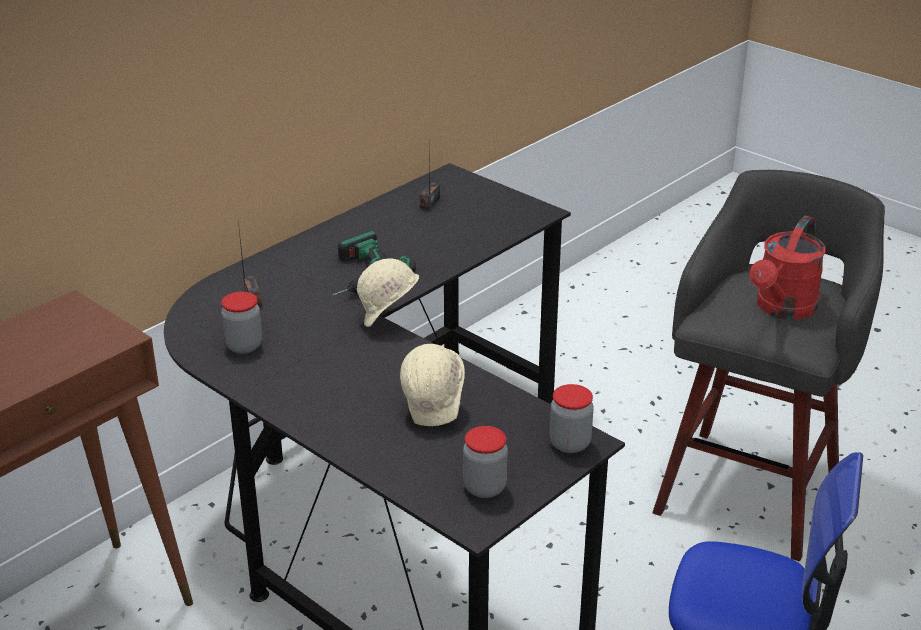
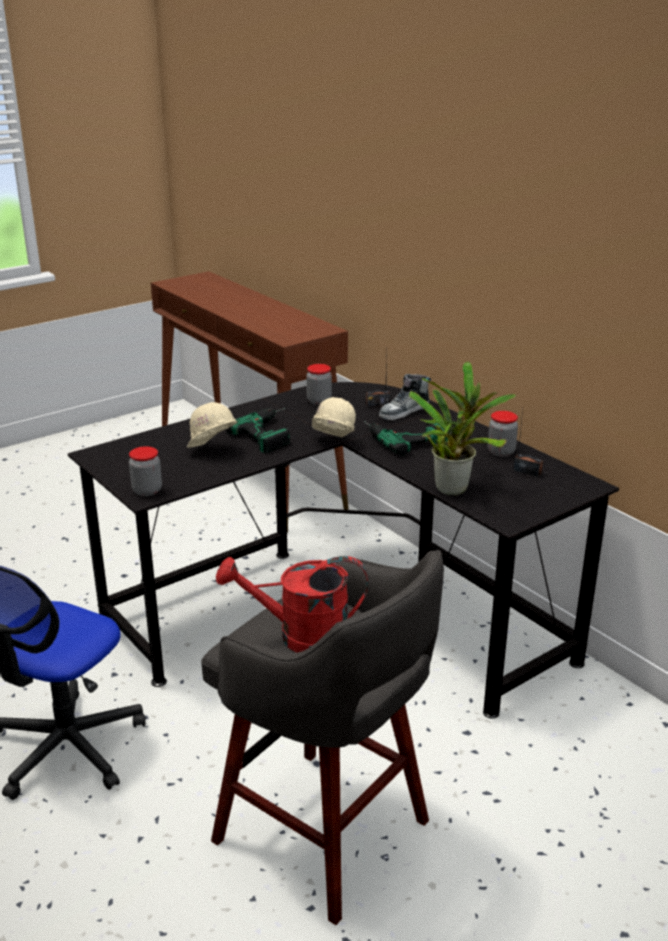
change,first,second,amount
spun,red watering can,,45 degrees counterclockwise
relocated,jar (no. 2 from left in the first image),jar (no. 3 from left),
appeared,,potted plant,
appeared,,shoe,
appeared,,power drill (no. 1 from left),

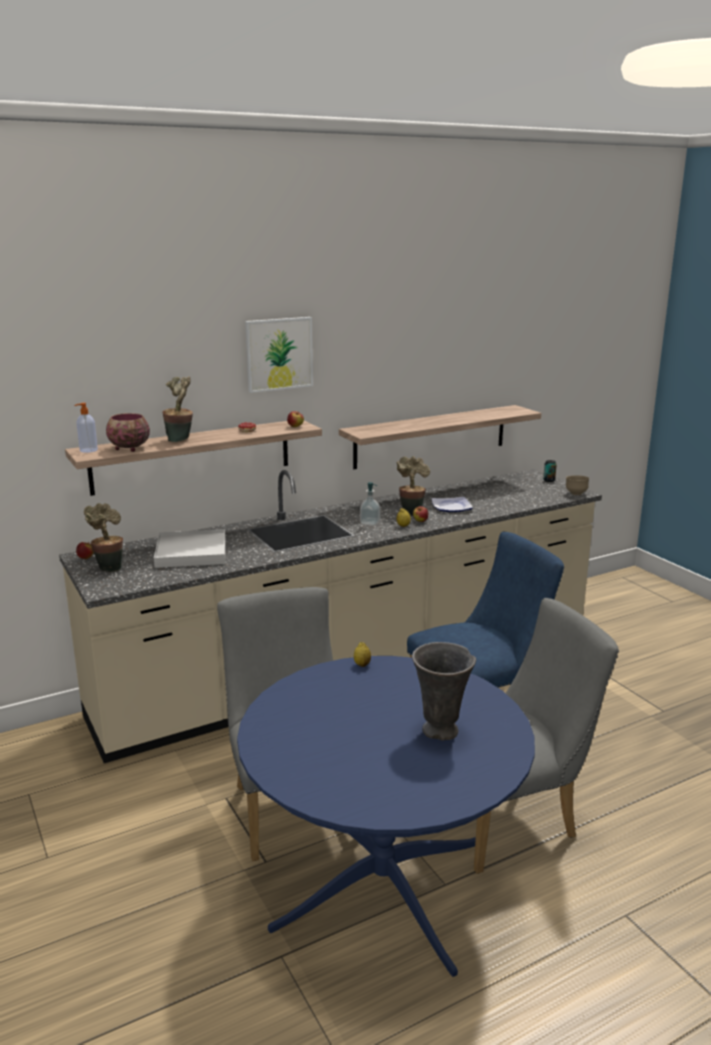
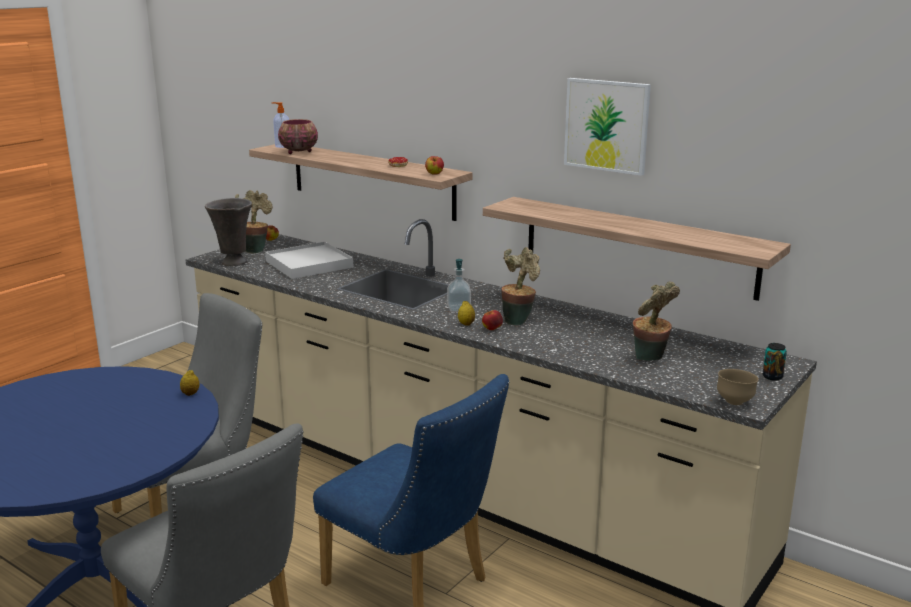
change,first,second,amount
relocated,picture,,
relocated,potted plant (no. 2 from left in the first image),potted plant (no. 3 from left),
missing,plate,,
relocated,grey vase,,

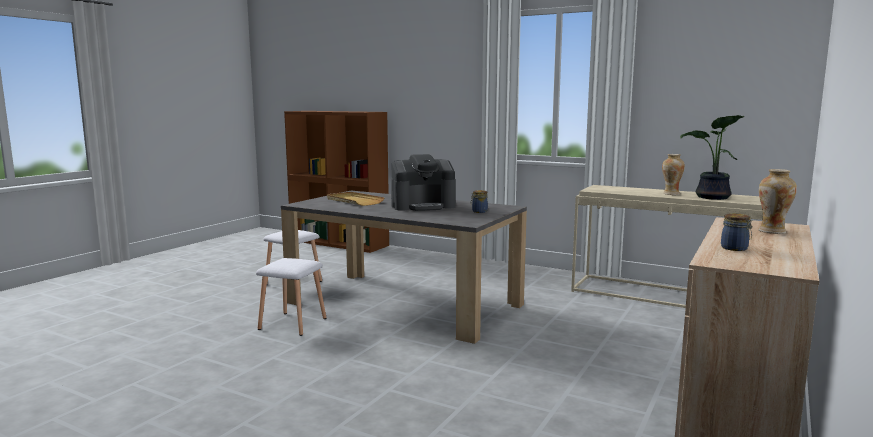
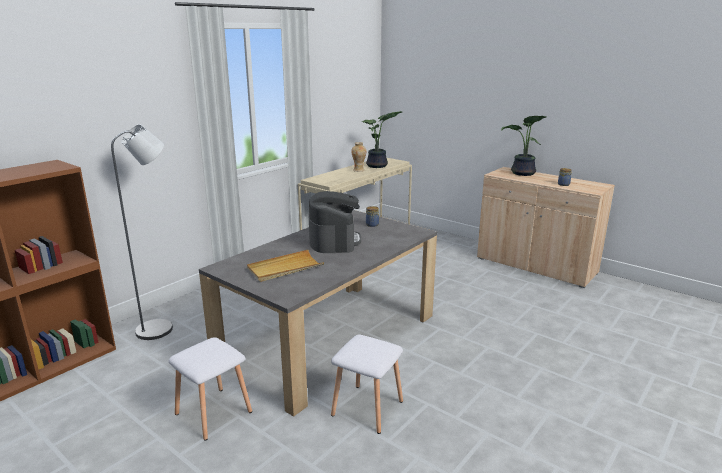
change,first,second,amount
exchanged,vase (no. 2 from left),potted plant (no. 2 from left),
appeared,,grey floor lamp,

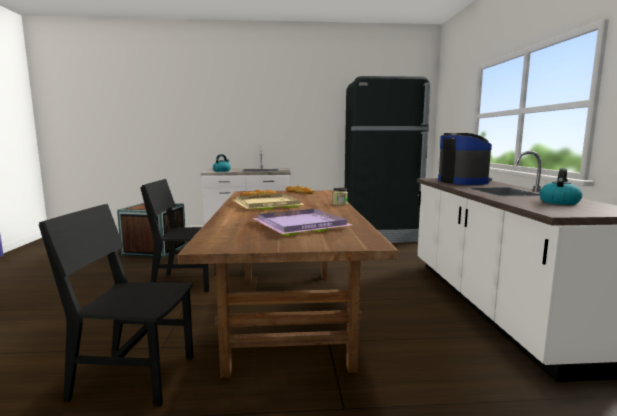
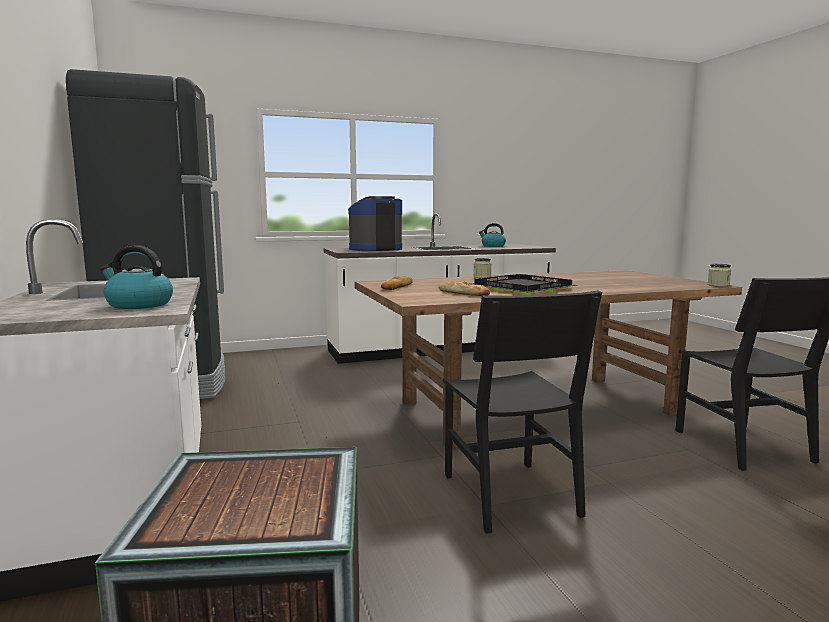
change,first,second,amount
colour,beige tray,black tray,
missing,purple tray,,
appeared,,jar (no. 2 from left),

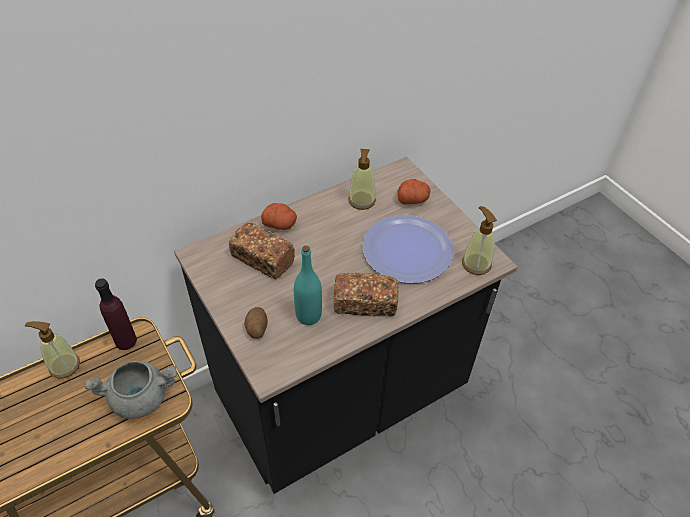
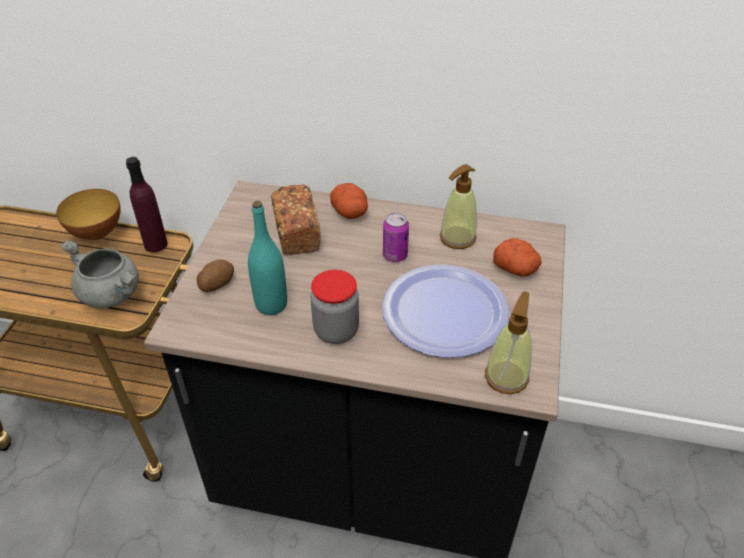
change,first,second,amount
exchanged,bread (no. 2 from left),jar,
exchanged,soap dispenser (no. 1 from left),bowl,
appeared,,can,

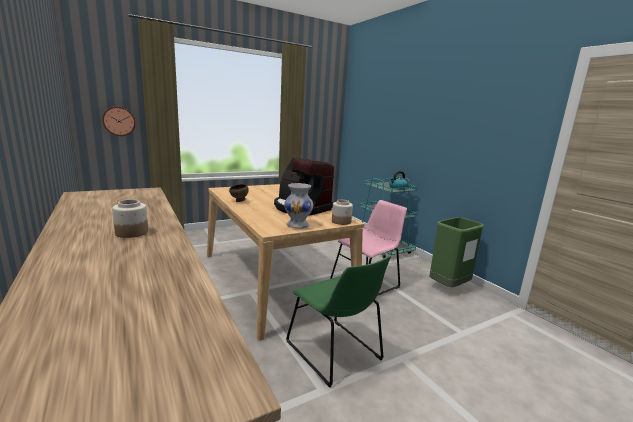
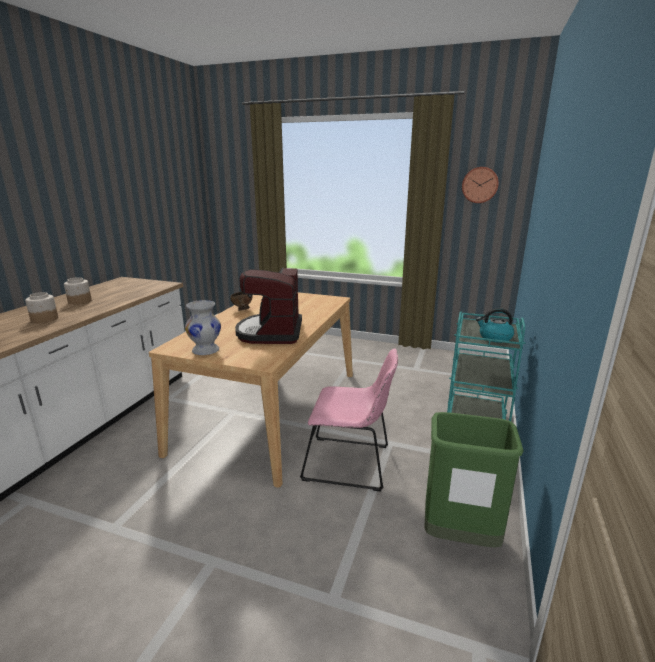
change,first,second,amount
relocated,wall clock,,
relocated,jar (no. 2 from left),,
missing,green chair,,

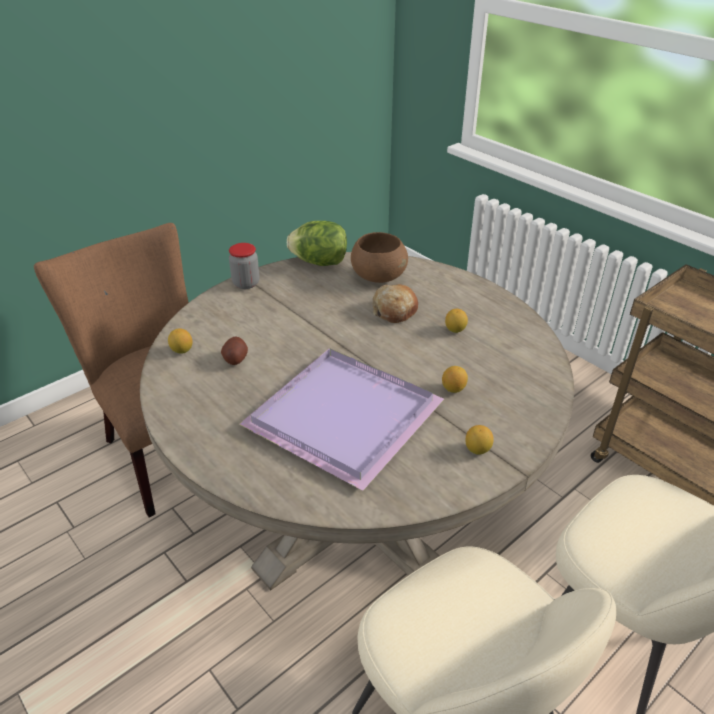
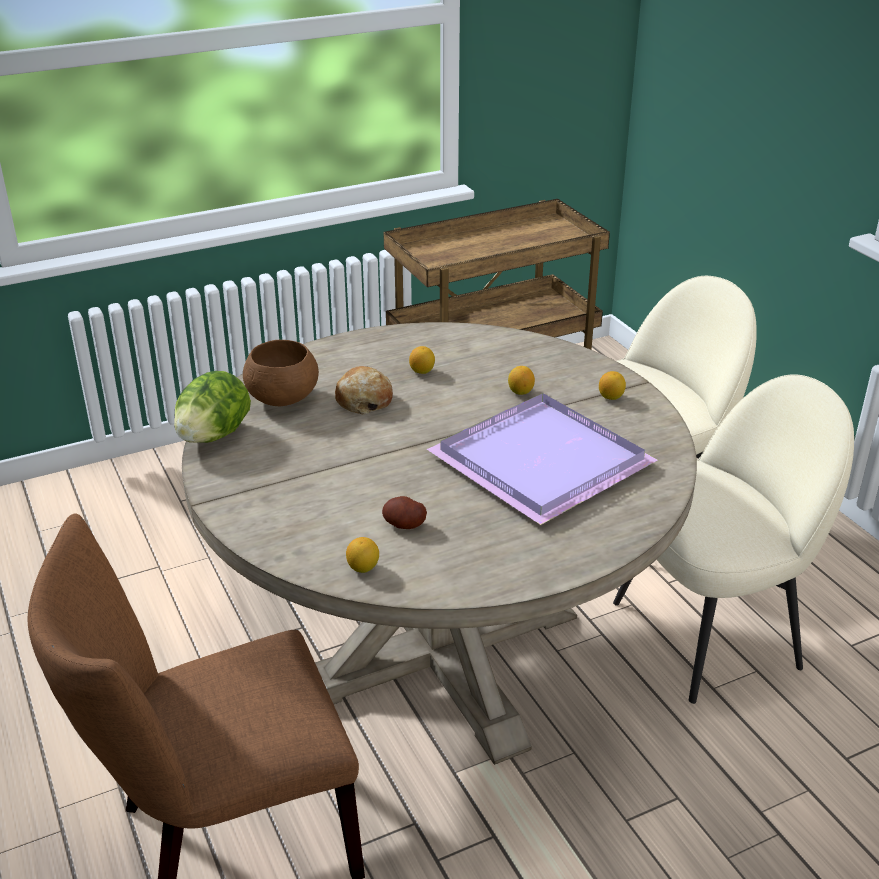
change,first,second,amount
missing,jar,,

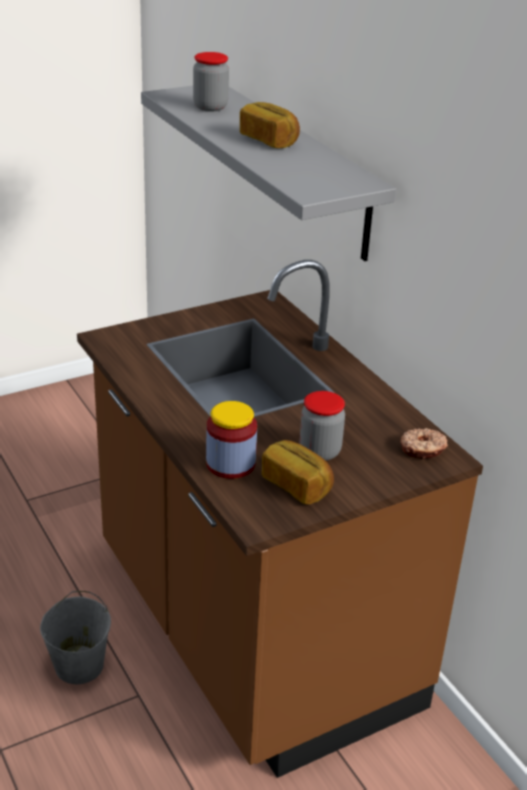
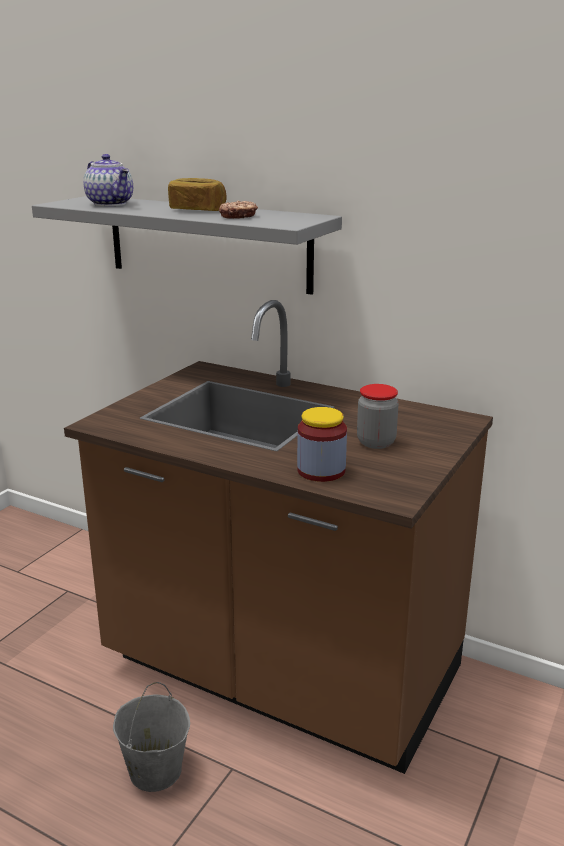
change,first,second,amount
exchanged,jar (no. 1 from left),teapot,
relocated,donut,,
missing,bread (no. 2 from left),,

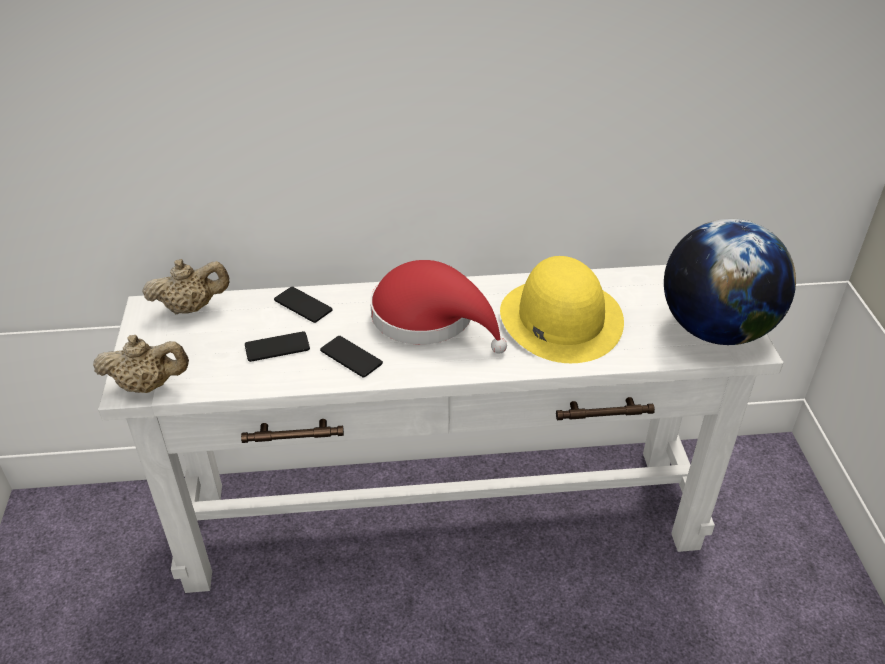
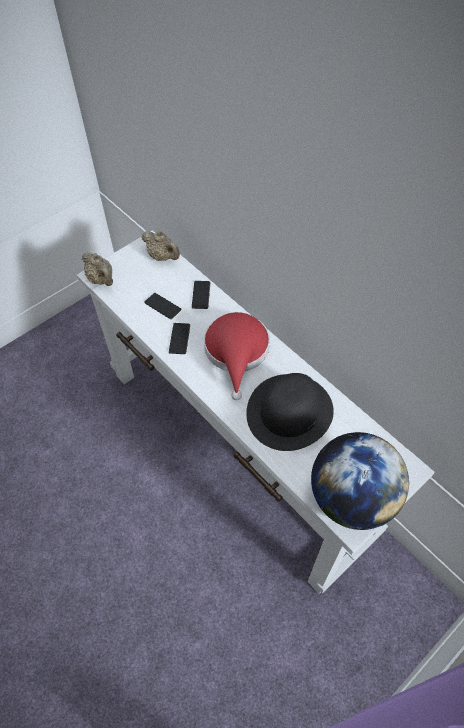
change,first,second,amount
colour,yellow hat,black hat,

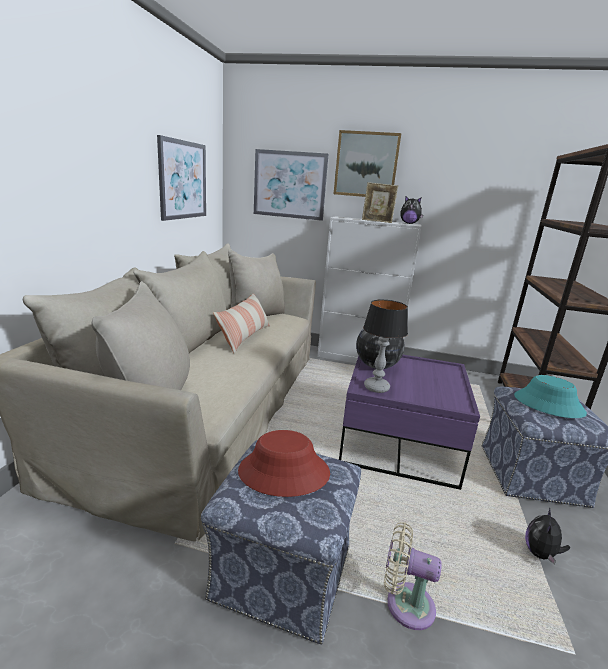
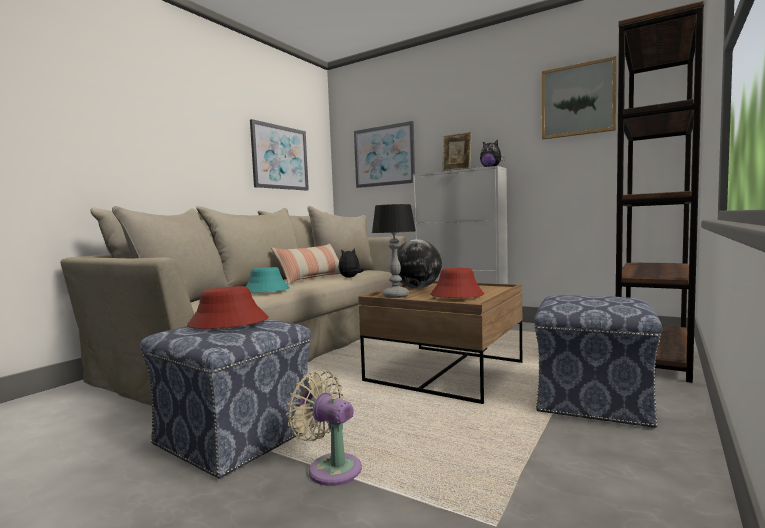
change,first,second,amount
relocated,picture (no. 3 from left),,
colour,purple coffee table,brown coffee table,
relocated,turquoise hat,,
relocated,plush toy (no. 2 from left in the first image),plush toy (no. 1 from left),
appeared,,red hat (no. 2 from left),

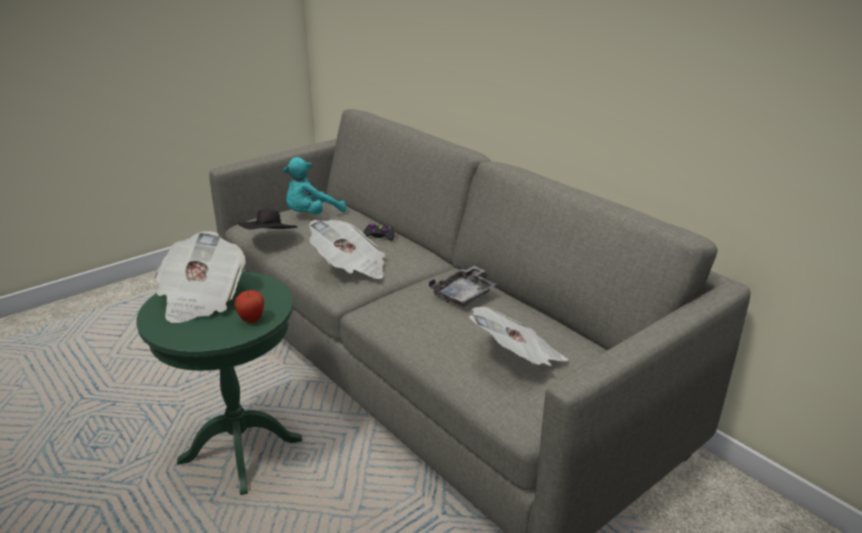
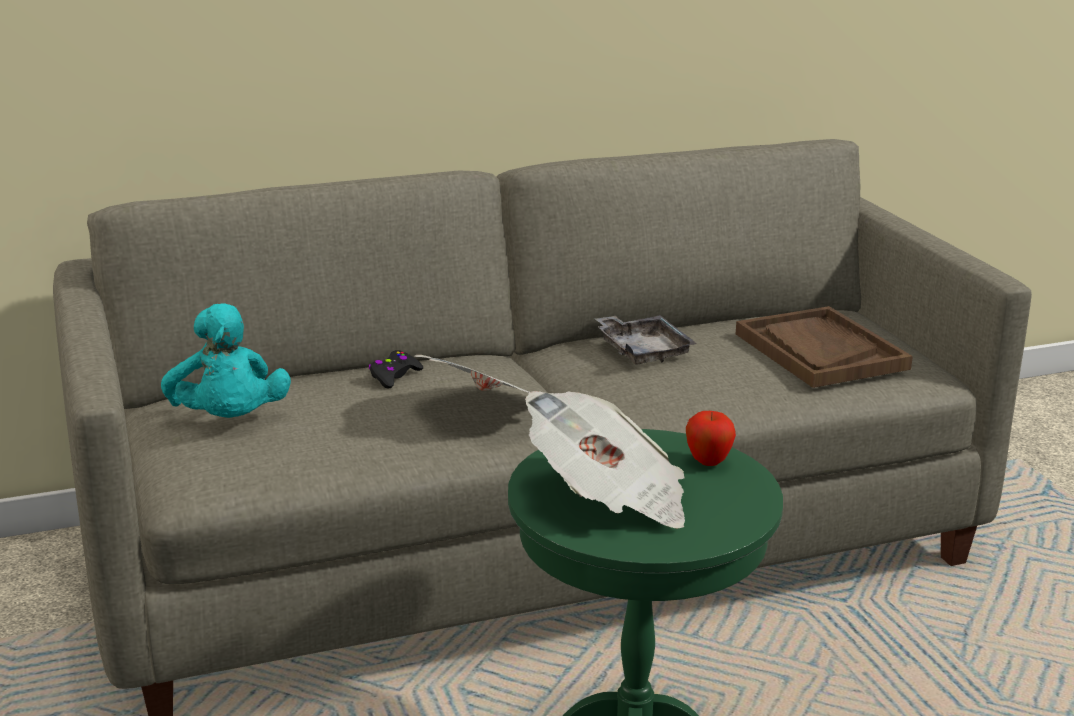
change,first,second,amount
missing,black hat,,
exchanged,newspaper (no. 3 from left),brown tray,

